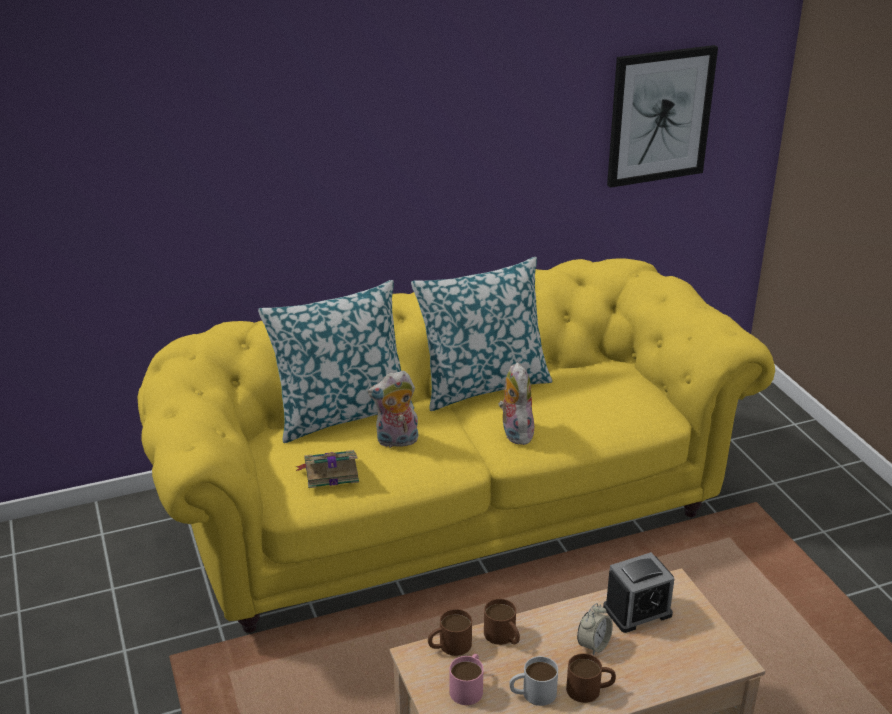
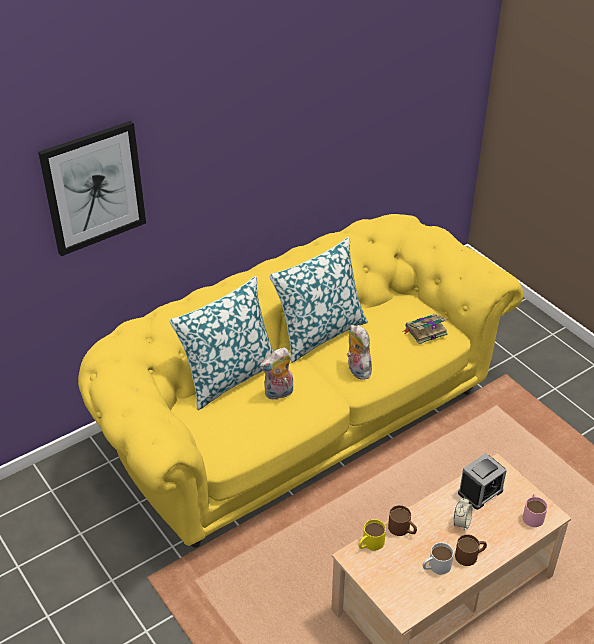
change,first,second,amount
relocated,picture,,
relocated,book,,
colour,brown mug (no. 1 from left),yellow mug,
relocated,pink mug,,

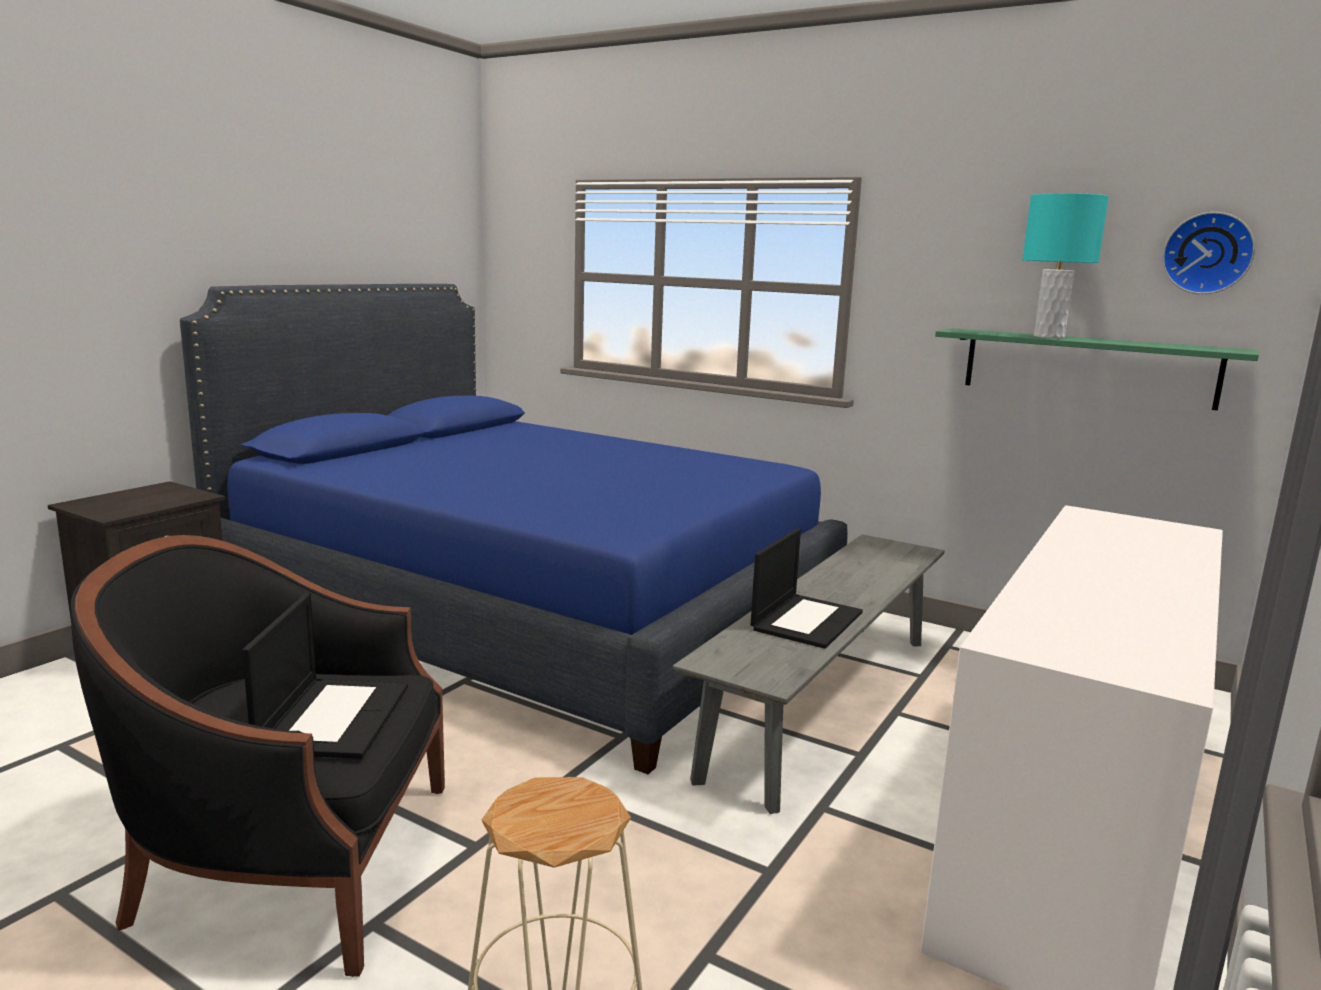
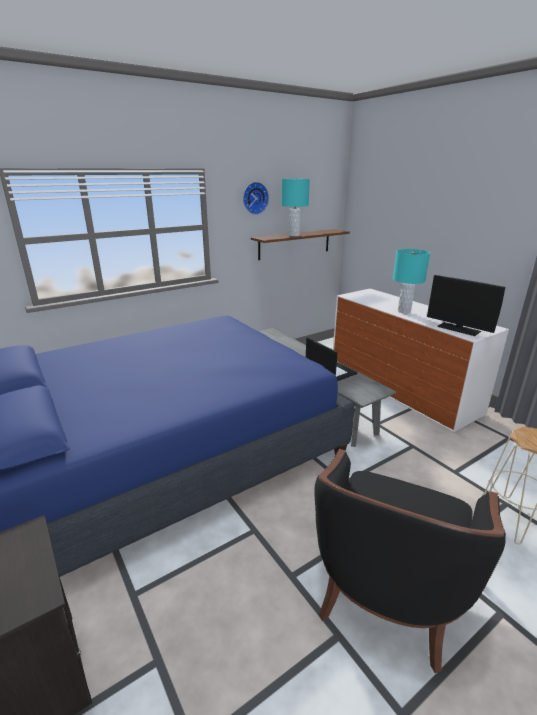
change,first,second,amount
relocated,wall clock,,
colour,green shelf,brown shelf,
missing,laptop (no. 1 from left),,
appeared,,turquoise table lamp (no. 2 from left),
appeared,,monitor,

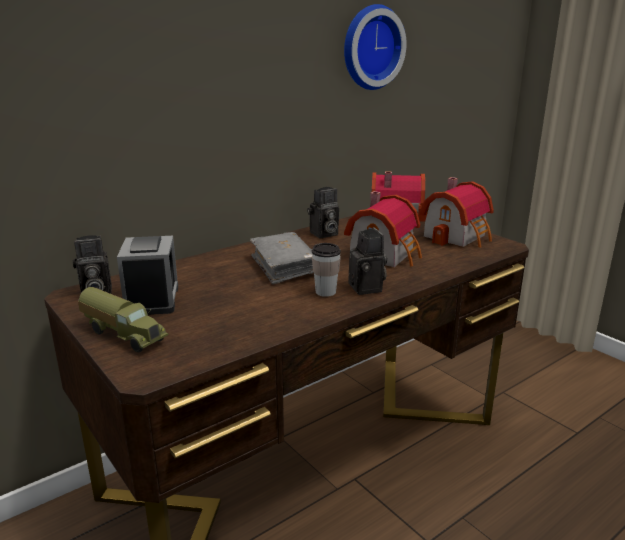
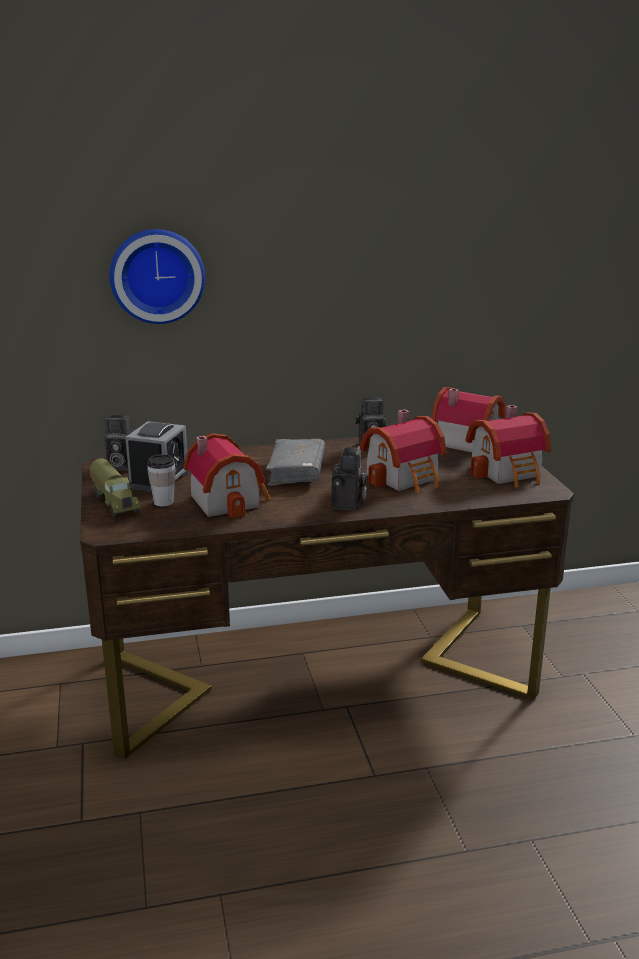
change,first,second,amount
relocated,wall clock,,
relocated,cup,,
appeared,,toy house (no. 1 from left),

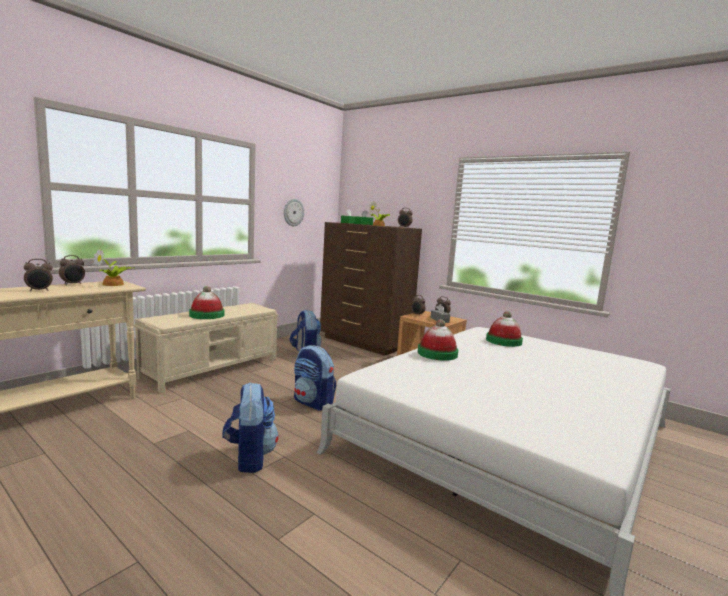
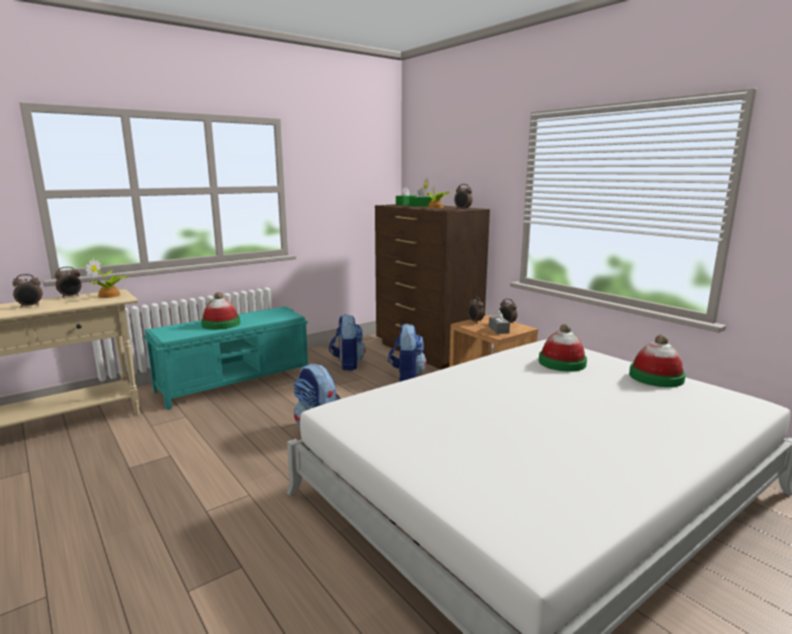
change,first,second,amount
missing,wall clock,,
colour,beige bench,turquoise bench,
relocated,hat (no. 2 from left in the first image),hat (no. 3 from left),
relocated,backpack (no. 1 from left in the first image),backpack (no. 3 from left),

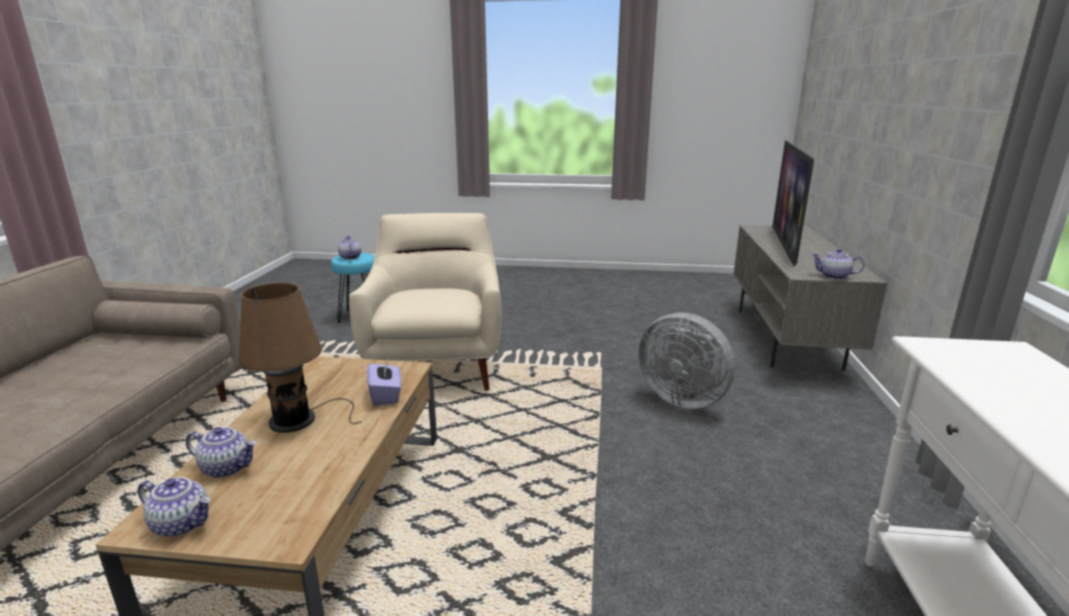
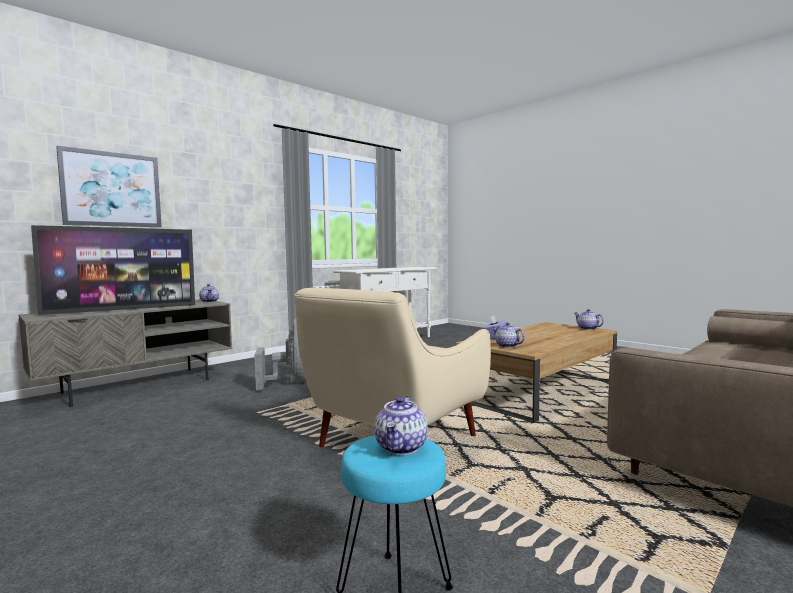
change,first,second,amount
missing,brown table lamp,,
relocated,teapot (no. 2 from left in the first image),teapot (no. 3 from left),
appeared,,picture,

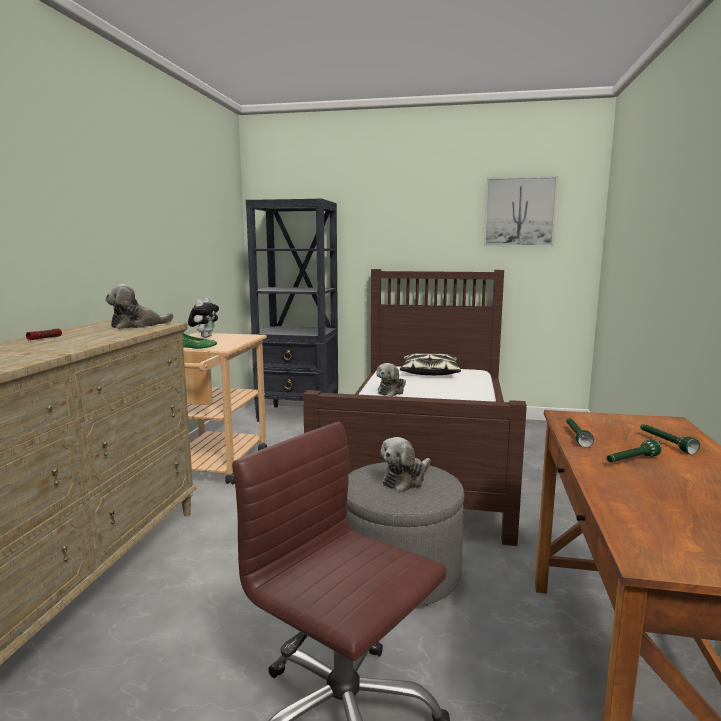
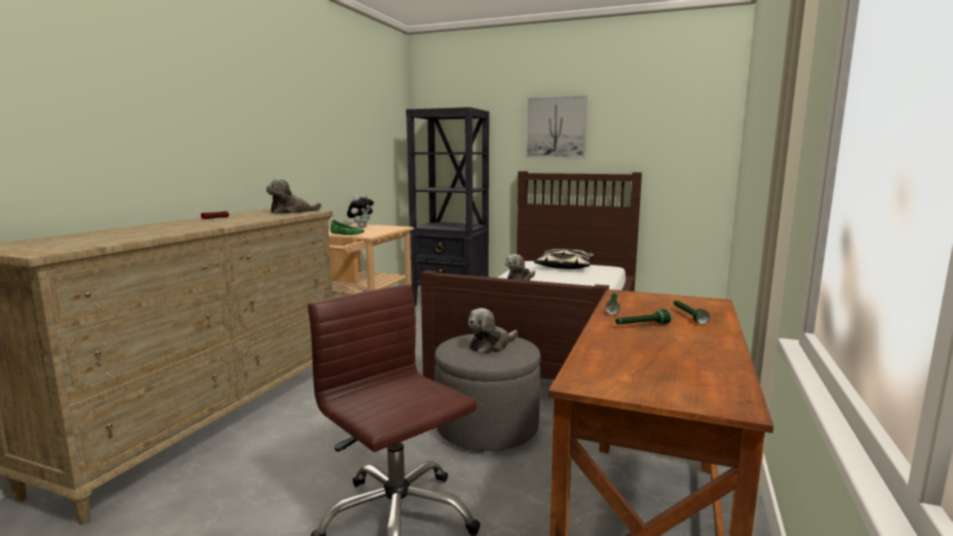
change,first,second,amount
relocated,picture,,

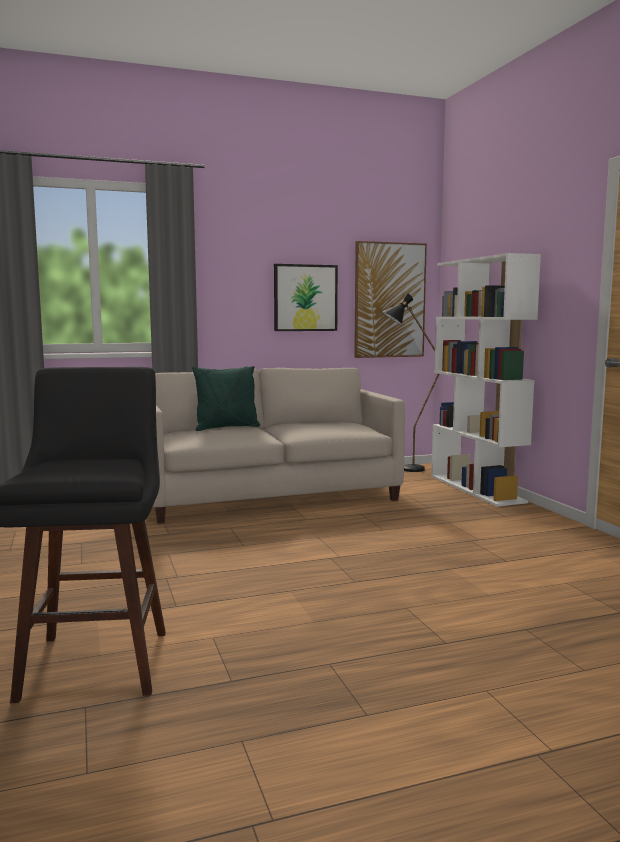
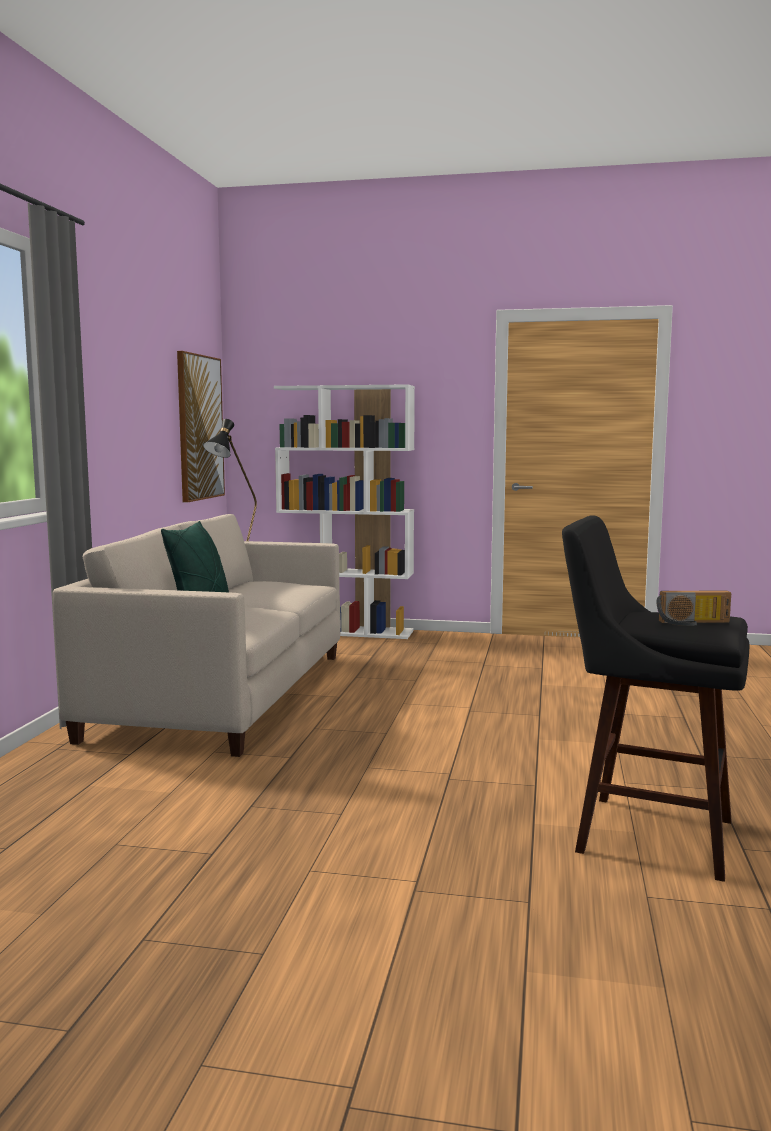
change,first,second,amount
missing,picture (no. 1 from left),,
appeared,,radio,

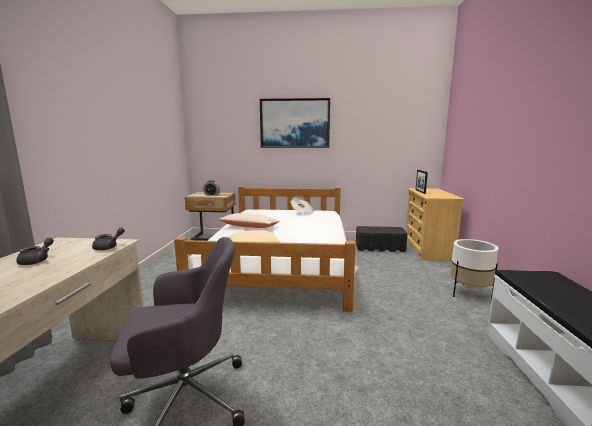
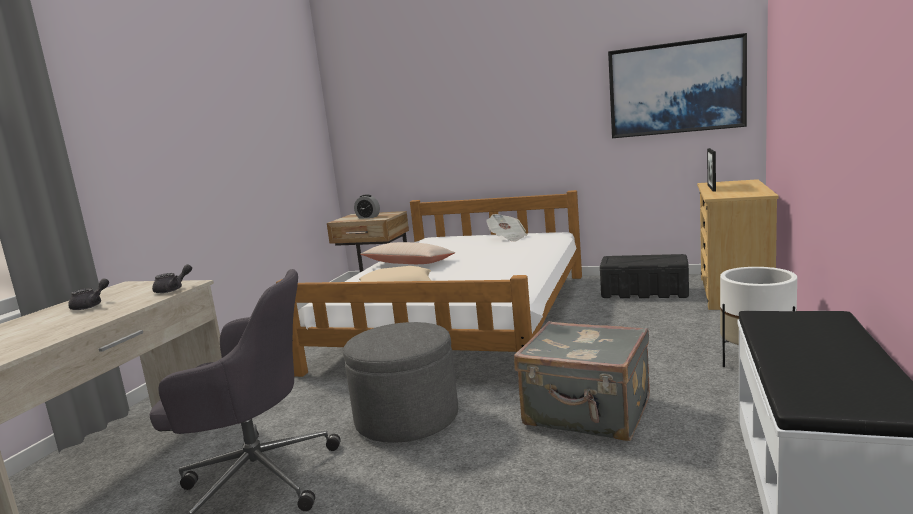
change,first,second,amount
relocated,picture,,
appeared,,grey suitcase,
appeared,,grey ottoman,

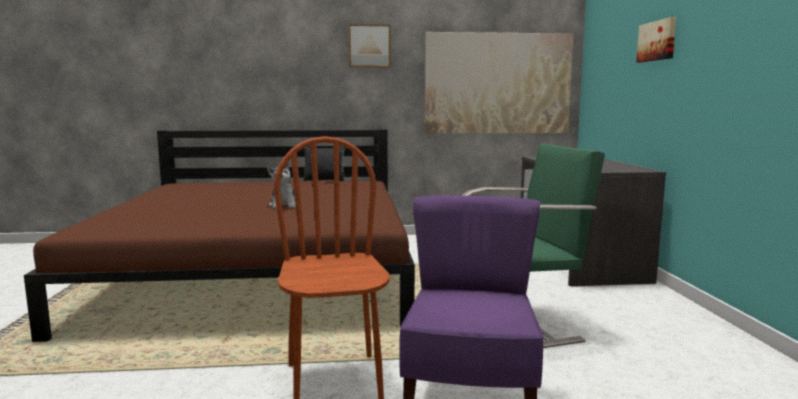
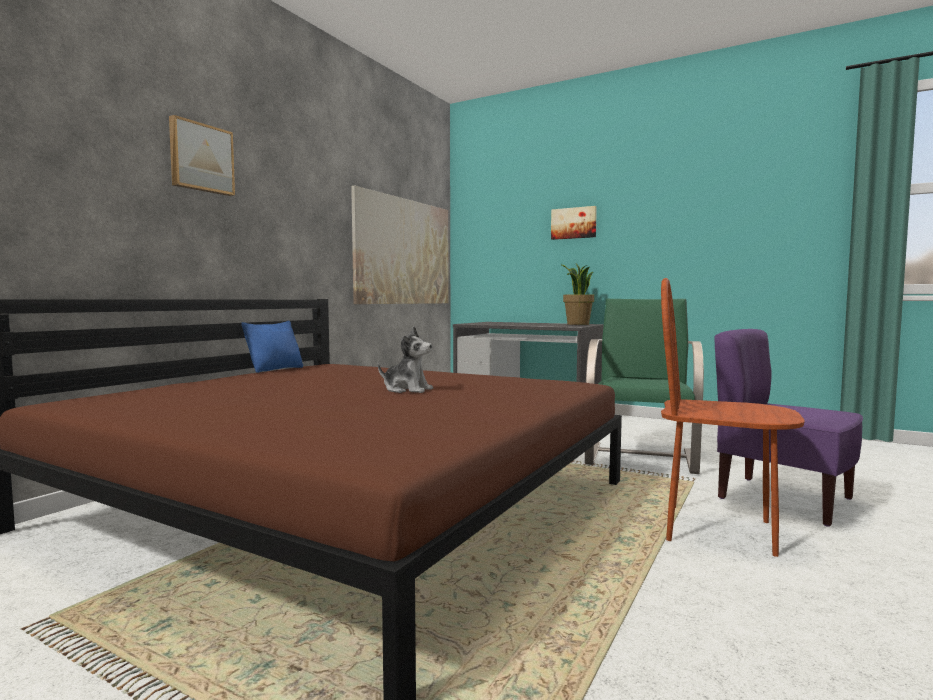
change,first,second,amount
relocated,picture (no. 1 from left),,
colour,black pillow,blue pillow,
appeared,,potted plant,

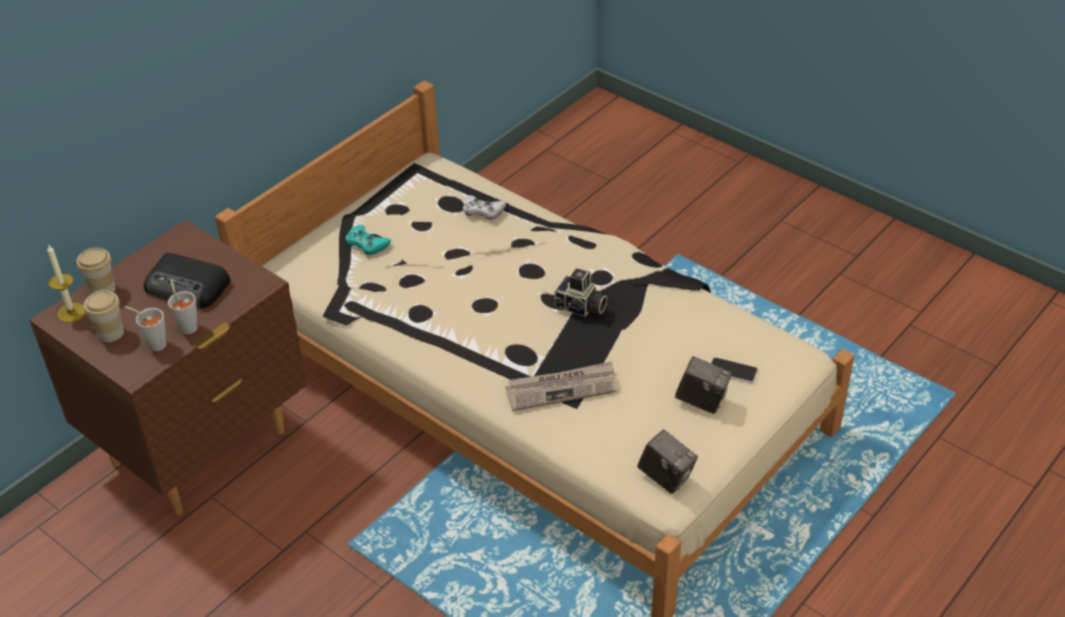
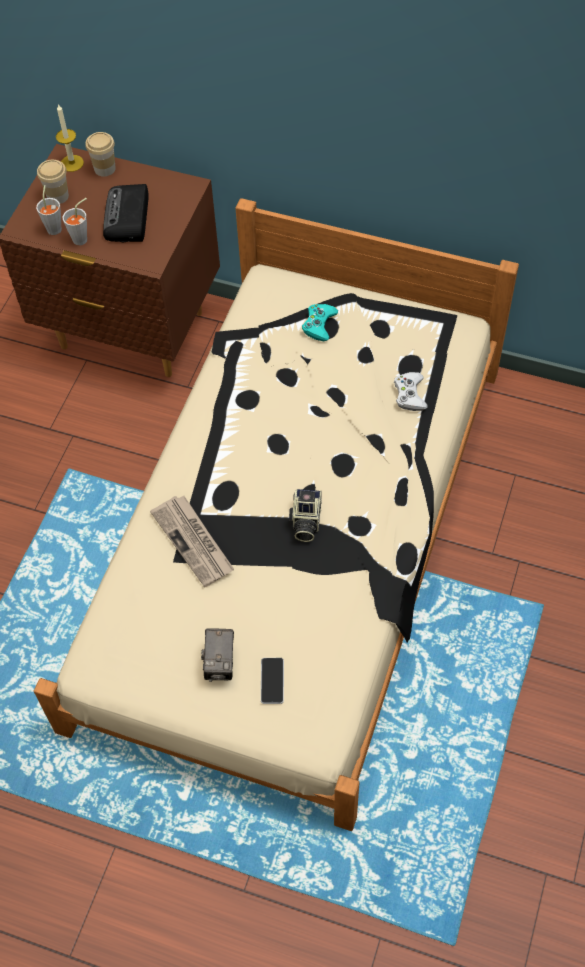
change,first,second,amount
missing,photo camera (no. 2 from left),,

